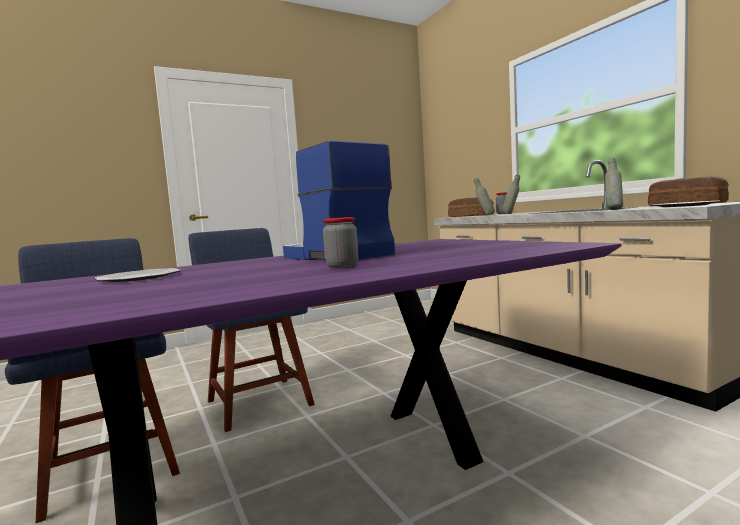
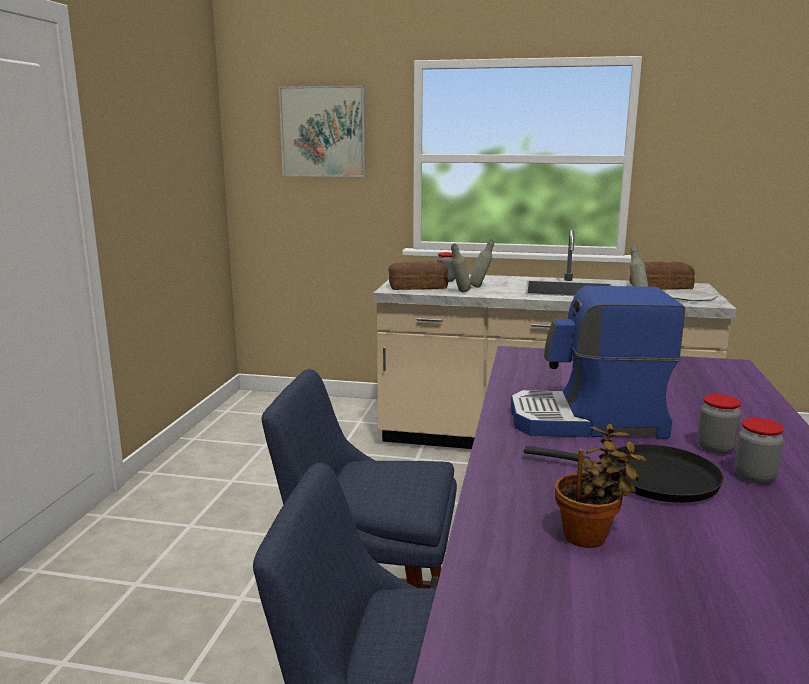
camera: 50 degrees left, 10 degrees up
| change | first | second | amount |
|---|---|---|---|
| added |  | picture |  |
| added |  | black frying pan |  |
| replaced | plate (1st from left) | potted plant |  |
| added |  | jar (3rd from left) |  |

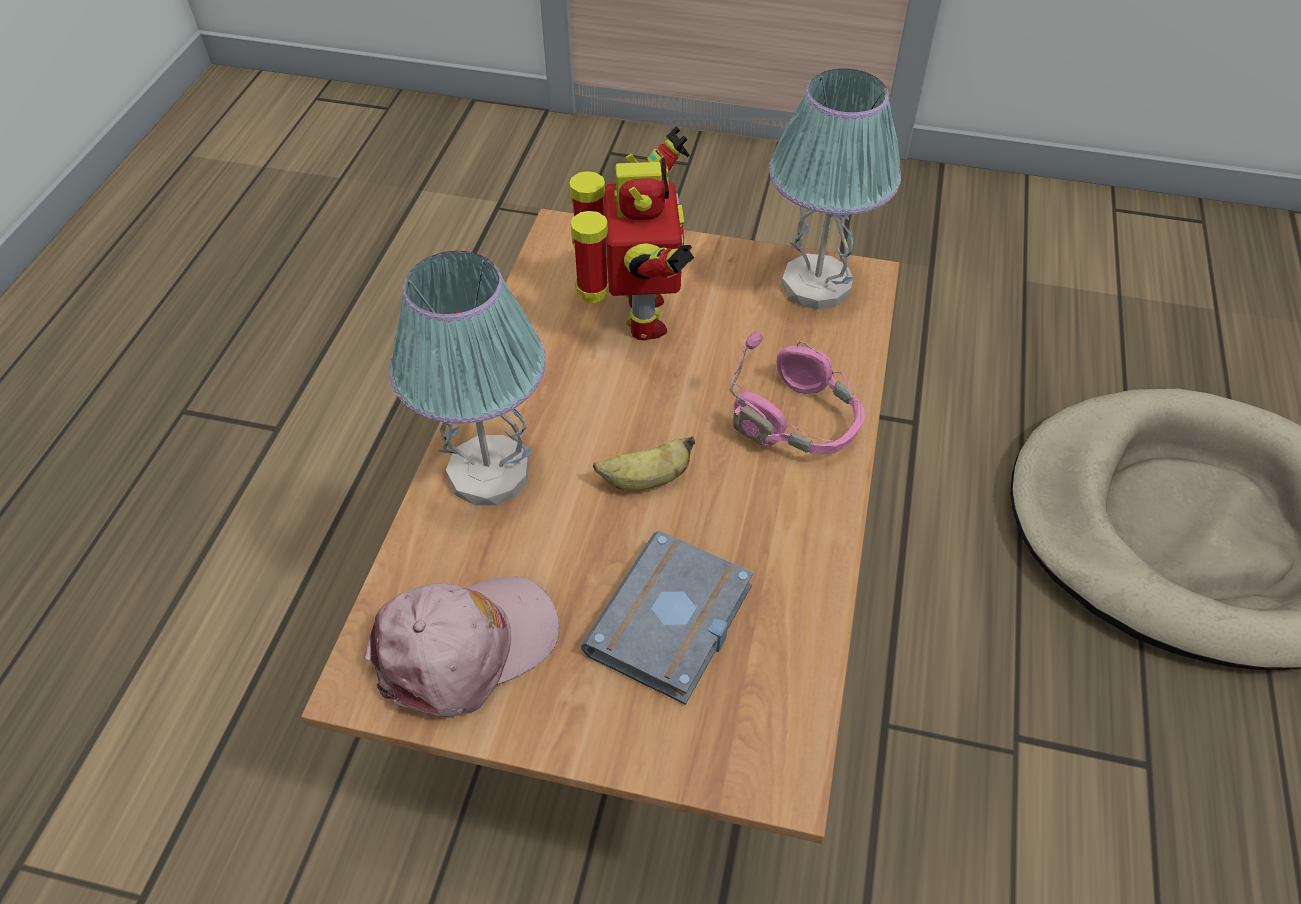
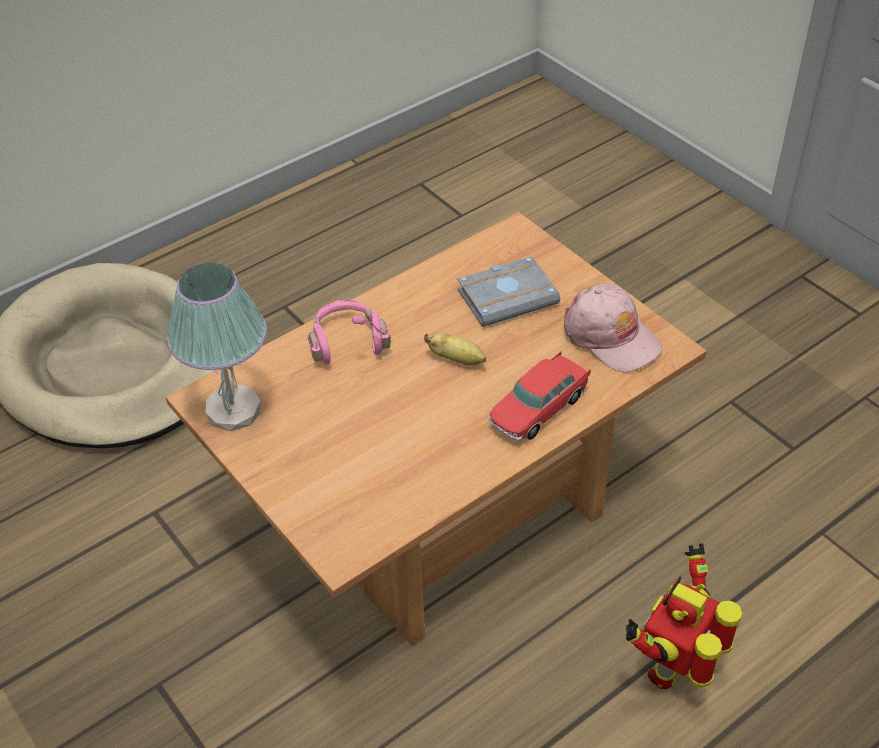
camera: 140 degrees left, 5 degrees down
| change | first | second | amount |
|---|---|---|---|
| replaced | table lamp (1st from left) | toy car |  |
| turned | pink cap |  | 135 degrees counterclockwise |
| moved | toy robot |  |  |

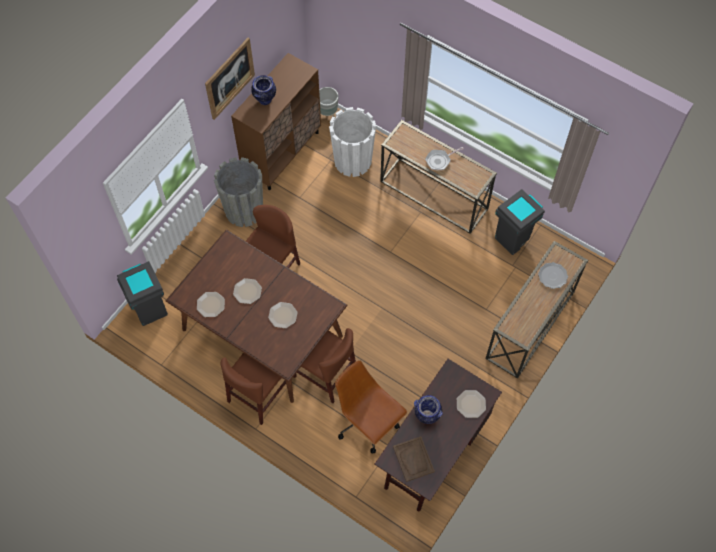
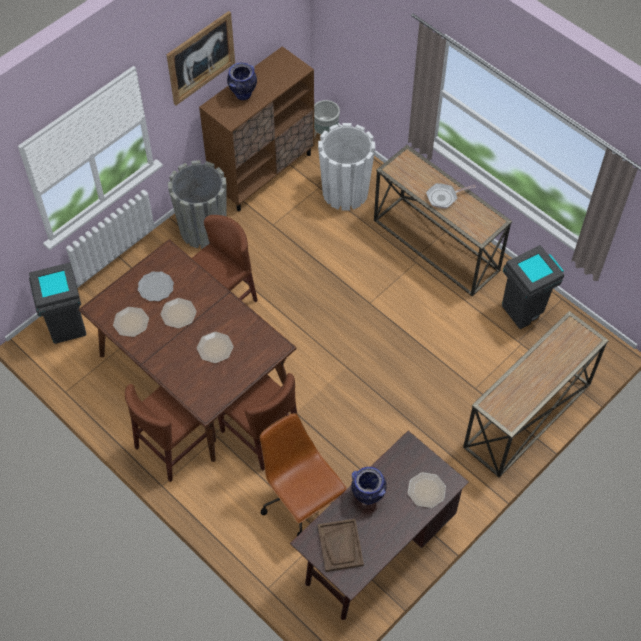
camera: 10 degrees right, 5 degrees down
| change | first | second | amount |
|---|---|---|---|
| moved | plate (5th from left in the first image) | plate (2nd from left) |  |

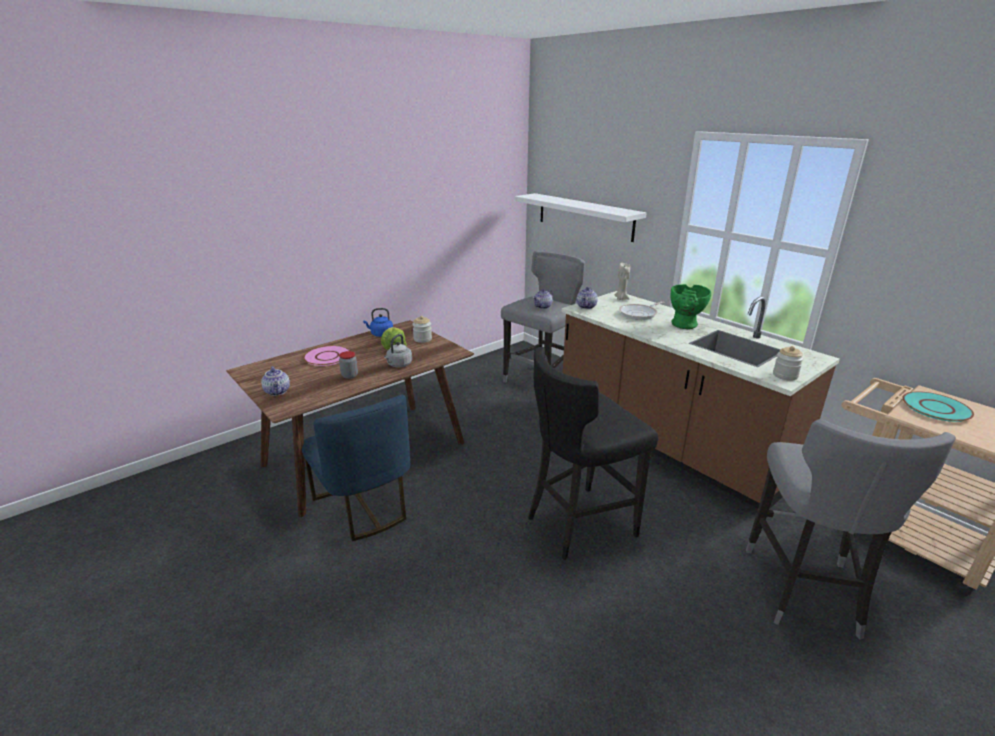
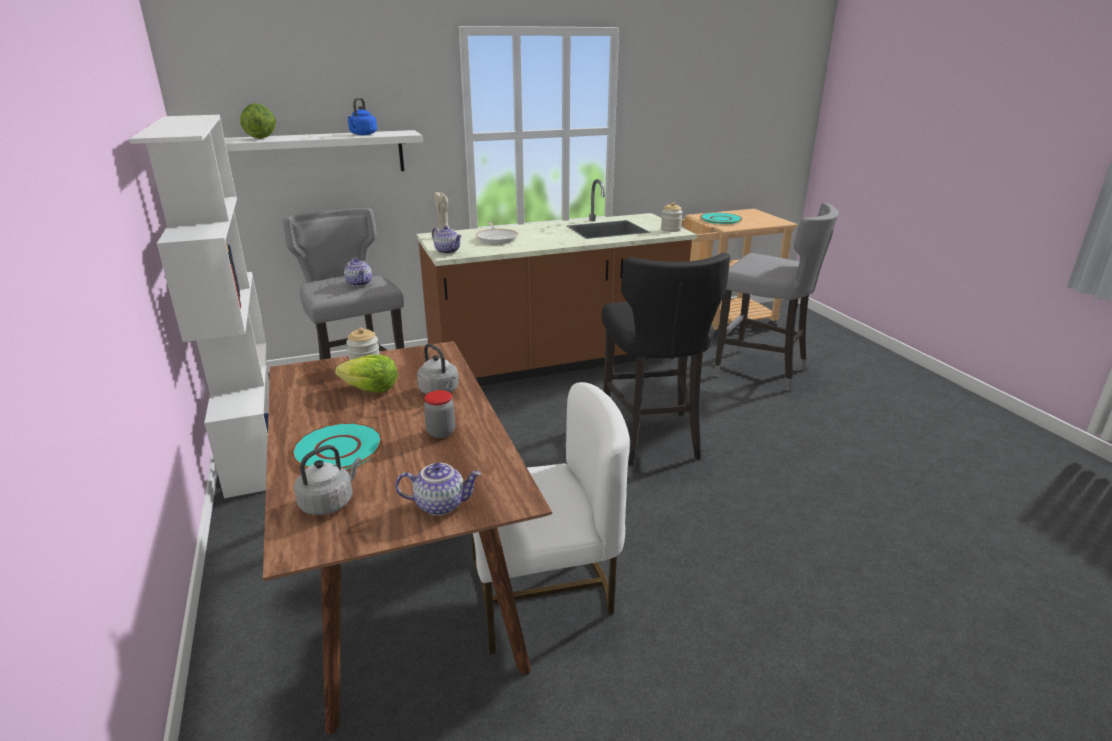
camera: 70 degrees left, 0 degrees up
| change | first | second | amount |
|---|---|---|---|
| added |  | white bookcase |  |
| added |  | lettuce (1st from left) |  |
| recoloured | pink plate | turquoise plate (1st from left) |  |
| added |  | grey kettle (1st from left) |  |
| moved | blue kettle |  |  |
| recoloured | blue chair | white chair |  |
| removed | green vase |  |  |

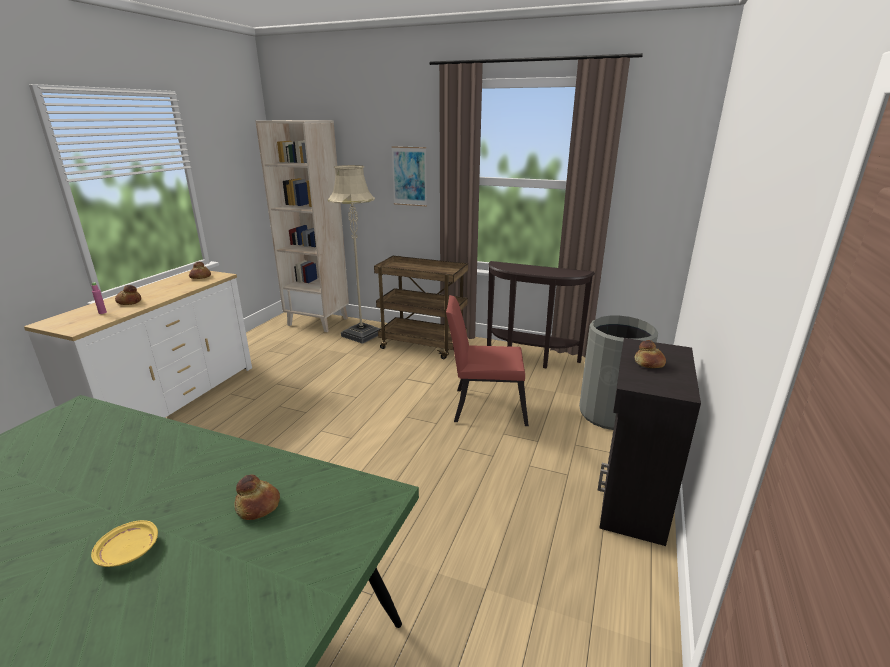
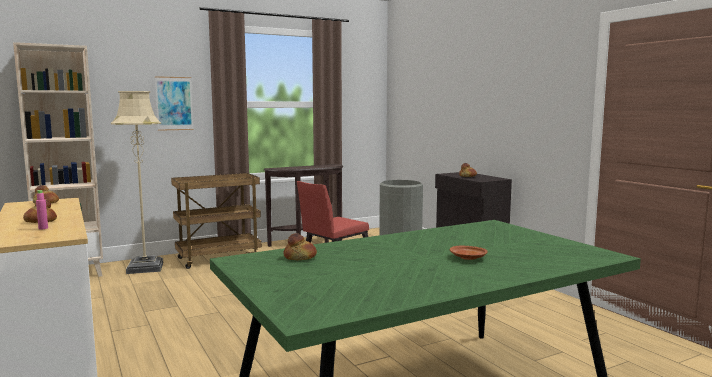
camera: 50 degrees left, 15 degrees down
| change | first | second | amount |
|---|---|---|---|
| moved | bread (3rd from left) |  |  |
| recoloured | yellow plate | brown plate |  |

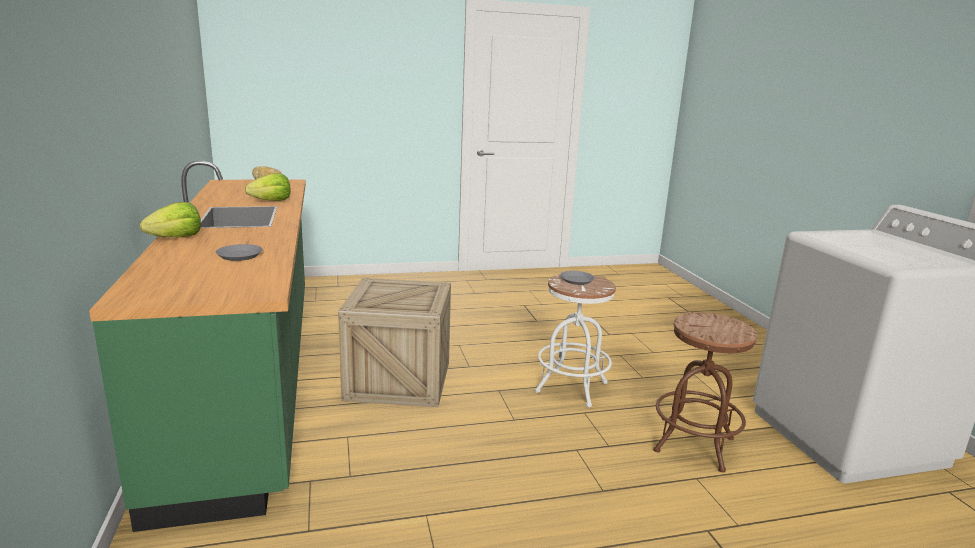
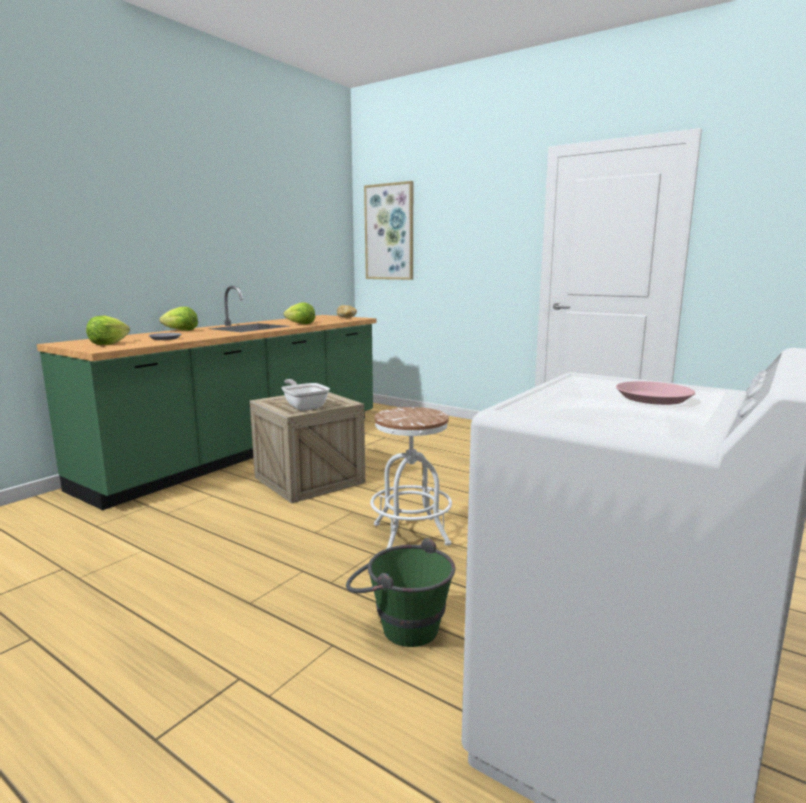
camera: 50 degrees right, 5 degrees down
| change | first | second | amount |
|---|---|---|---|
| added |  | lettuce (1st from left) |  |
| added |  | frying pan |  |
| replaced | brown stool | green bucket |  |
| added |  | picture |  |
| added |  | pink plate |  |
| removed | grey plate (2nd from left) |  |  |

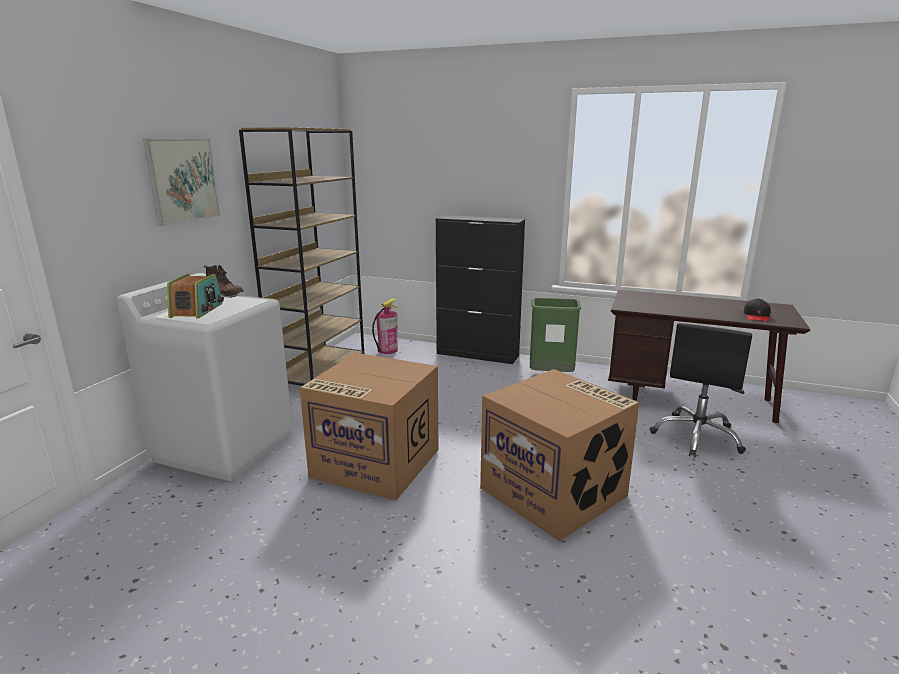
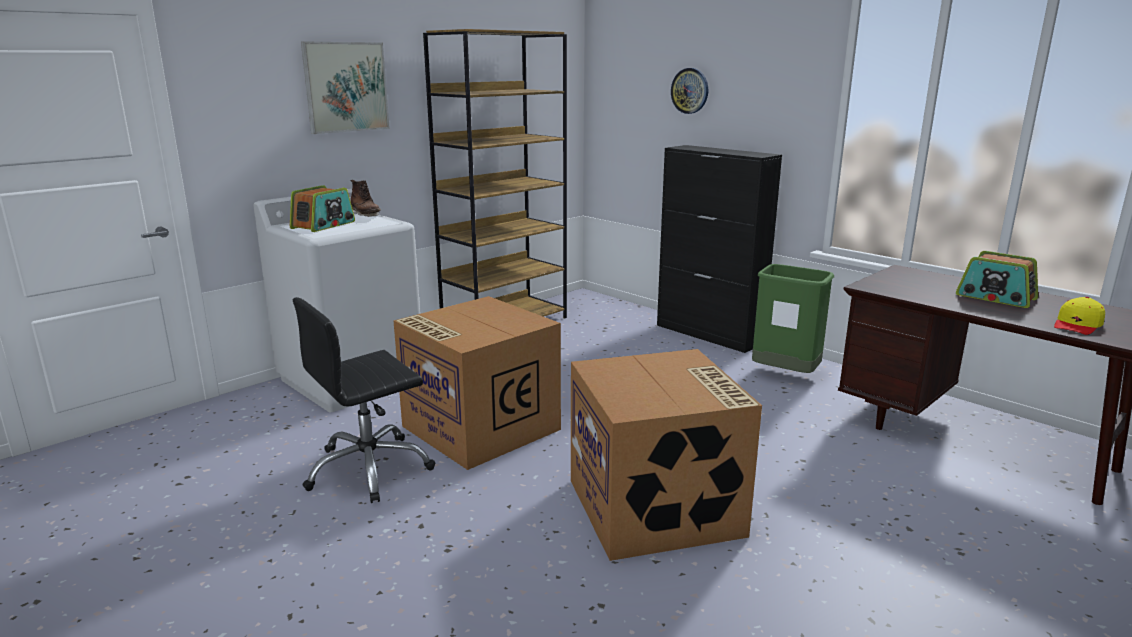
camera: 25 degrees right, 0 degrees up
| change | first | second | amount |
|---|---|---|---|
| moved | black office chair |  |  |
| added |  | wall clock |  |
| added |  | radio (2nd from left) |  |
| recoloured | black cap | yellow cap |  |
| removed | fire extinguisher |  |  |

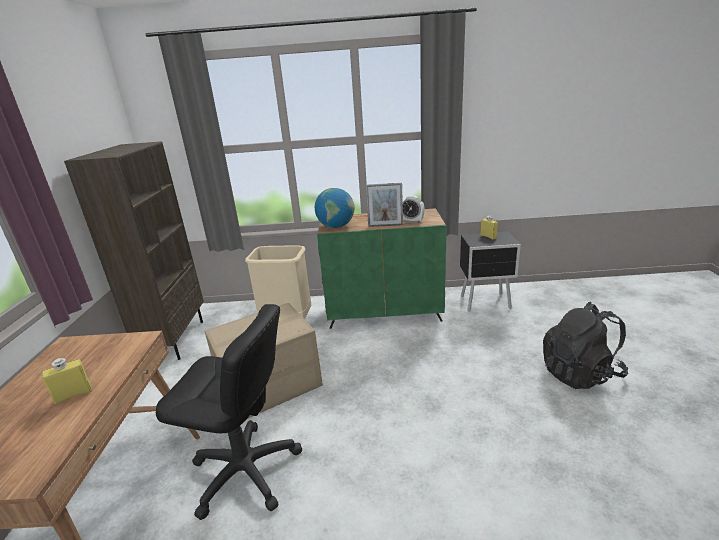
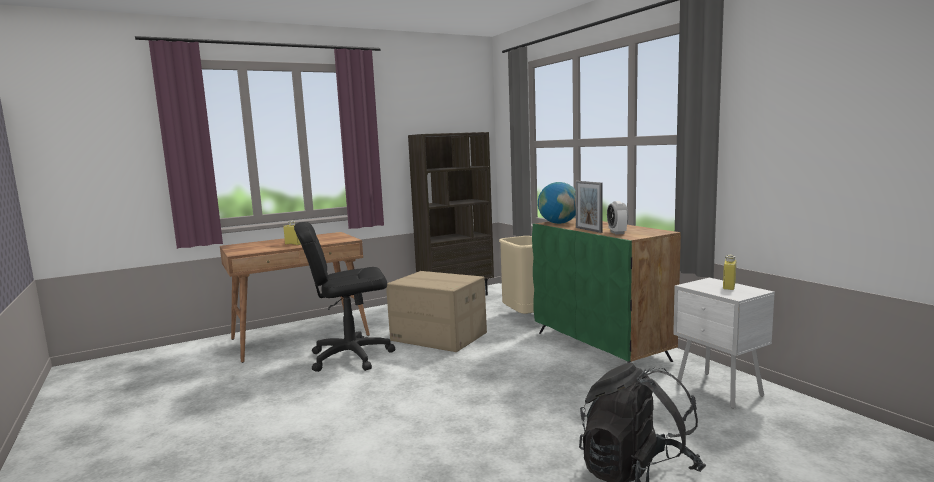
camera: 60 degrees right, 15 degrees down
| change | first | second | amount |
|---|---|---|---|
| turned | black office chair |  | 90 degrees clockwise |
| recoloured | black nightstand | white nightstand |  |

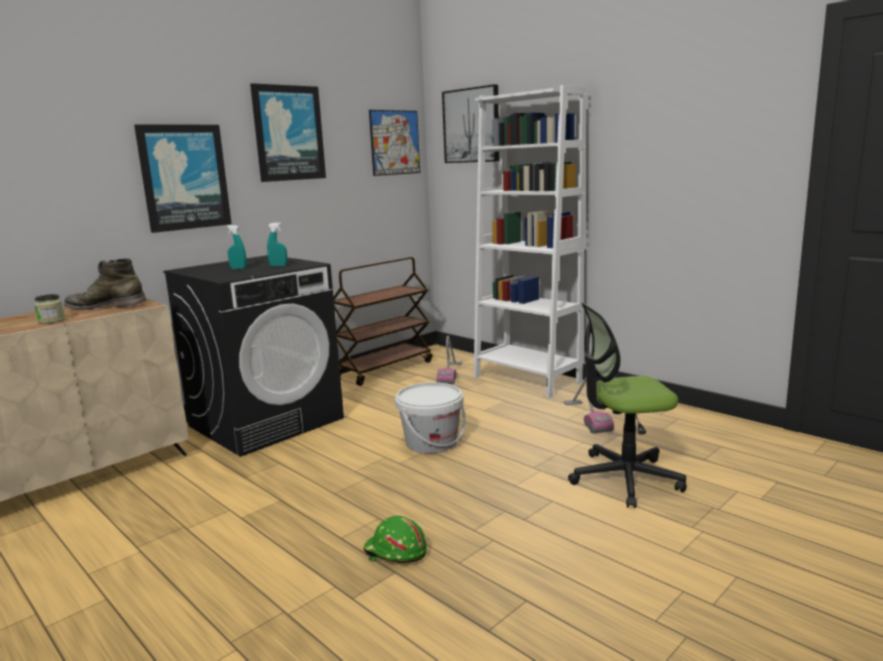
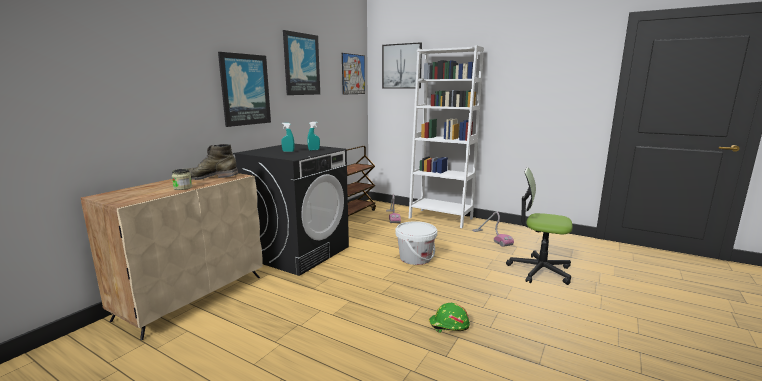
camera: 15 degrees left, 0 degrees up
| change | first | second | amount |
|---|---|---|---|
| turned | office chair |  | 45 degrees clockwise |

